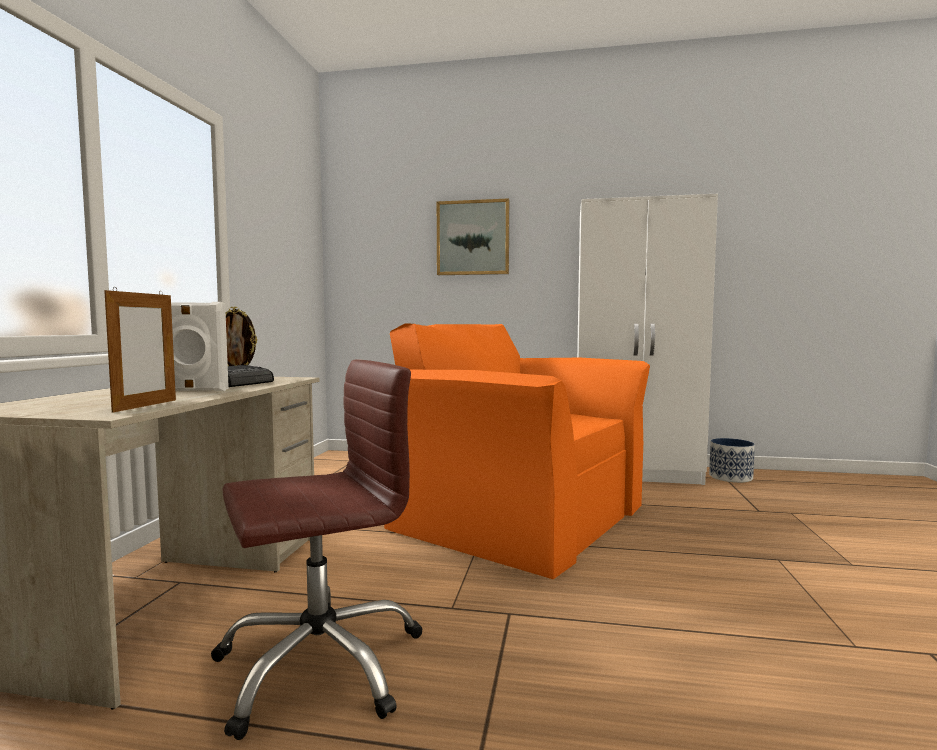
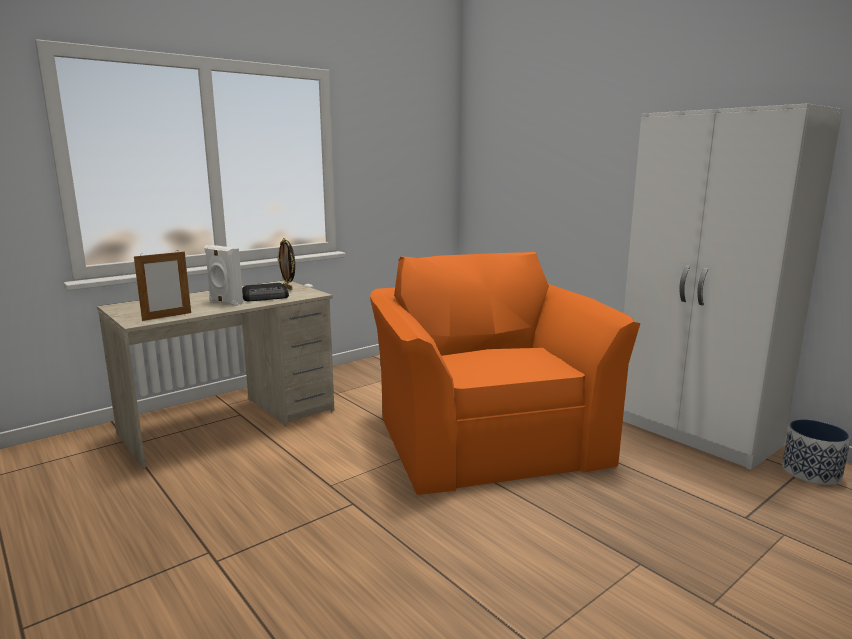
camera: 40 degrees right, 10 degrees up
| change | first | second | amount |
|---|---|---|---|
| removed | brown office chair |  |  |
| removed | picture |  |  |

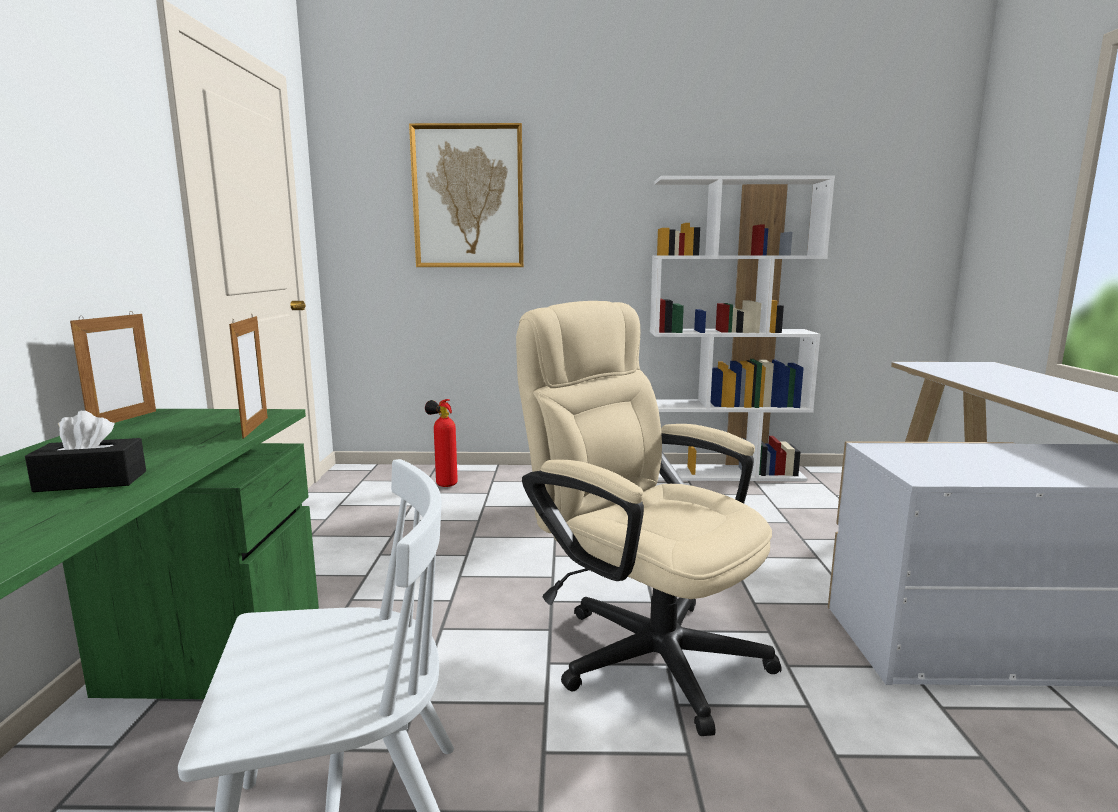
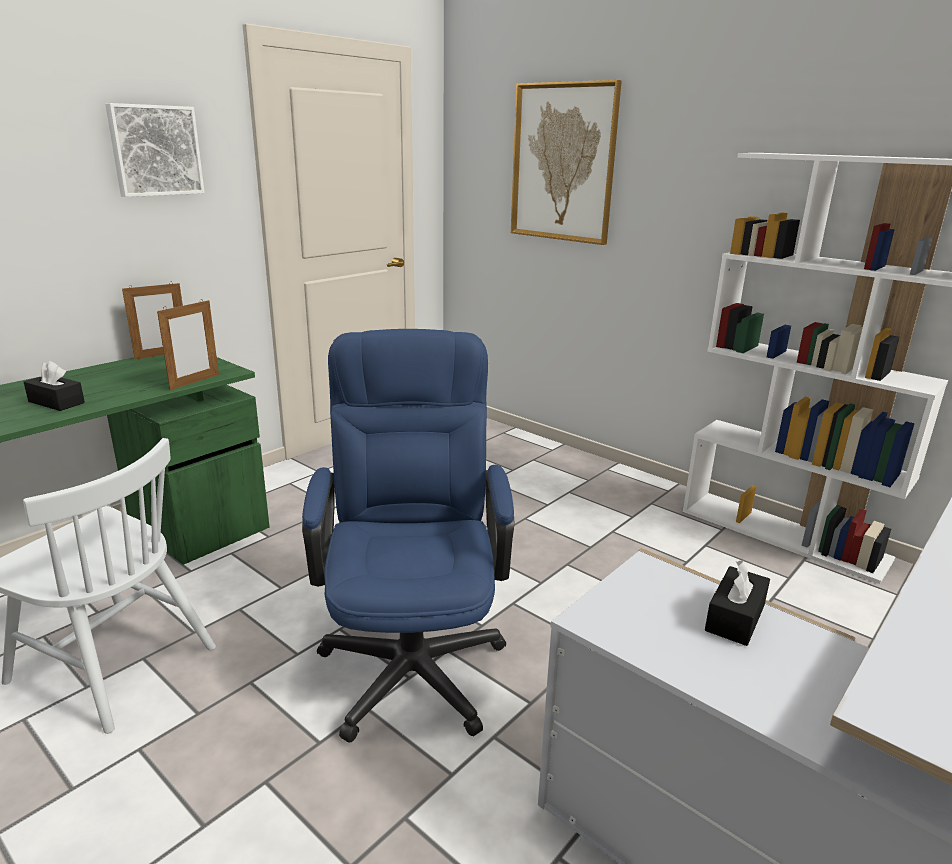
camera: 40 degrees right, 10 degrees up
| change | first | second | amount |
|---|---|---|---|
| added |  | picture (1st from left) |  |
| recoloured | beige office chair | blue office chair |  |
| added |  | black tissue box (2nd from left) |  |
| removed | fire extinguisher |  |  |

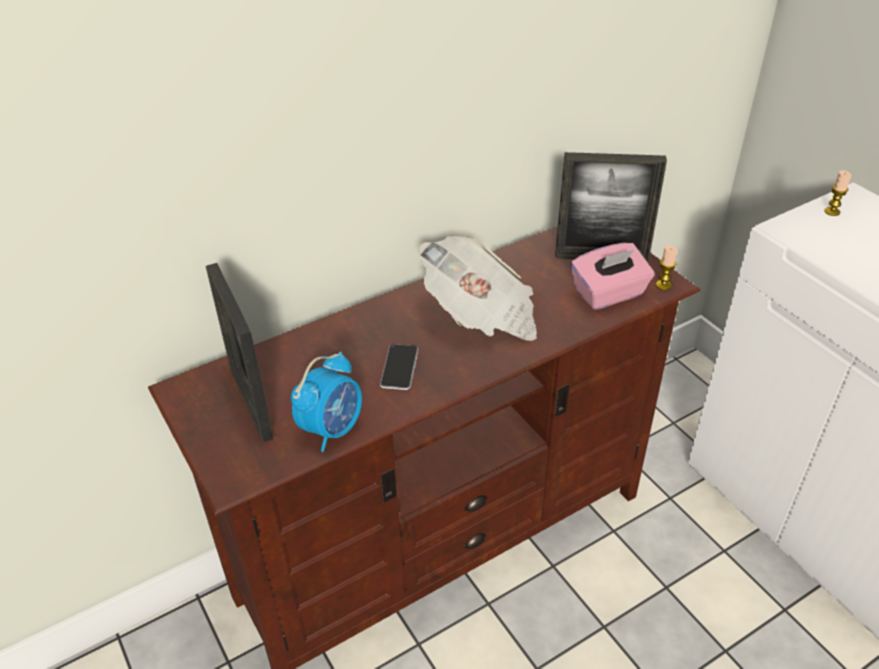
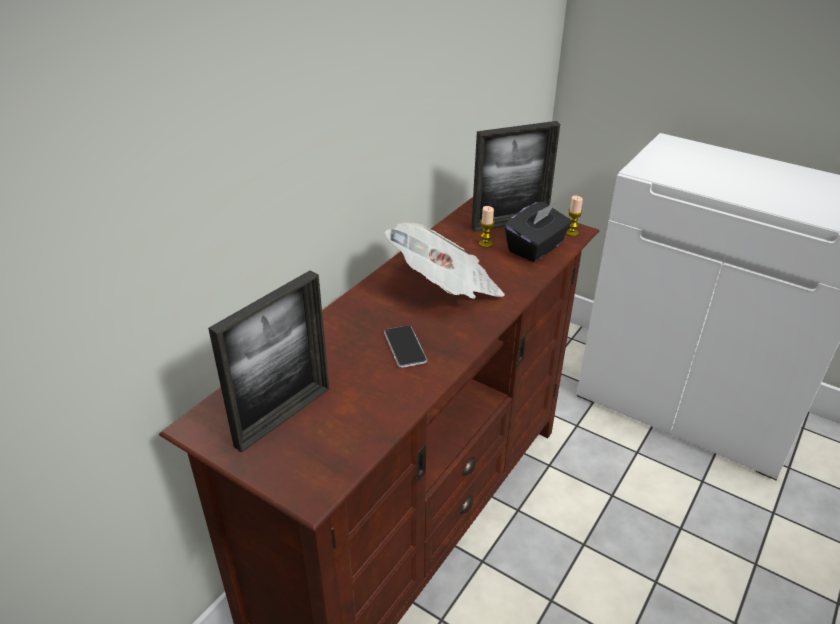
camera: 25 degrees left, 5 degrees down
| change | first | second | amount |
|---|---|---|---|
| turned | picture frame (1st from left) |  | 90 degrees counterclockwise |
| moved | candle (2nd from left in the first image) | candle (1st from left) |  |
| recoloured | pink tissue box | black tissue box |  |
| removed | alarm clock |  |  |

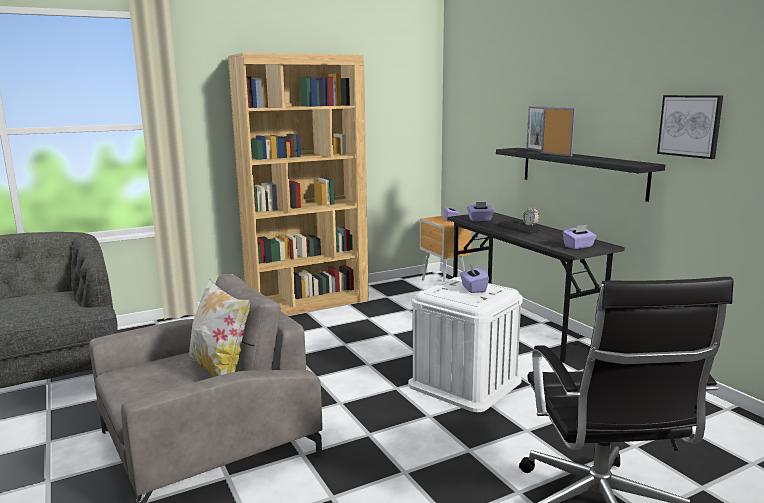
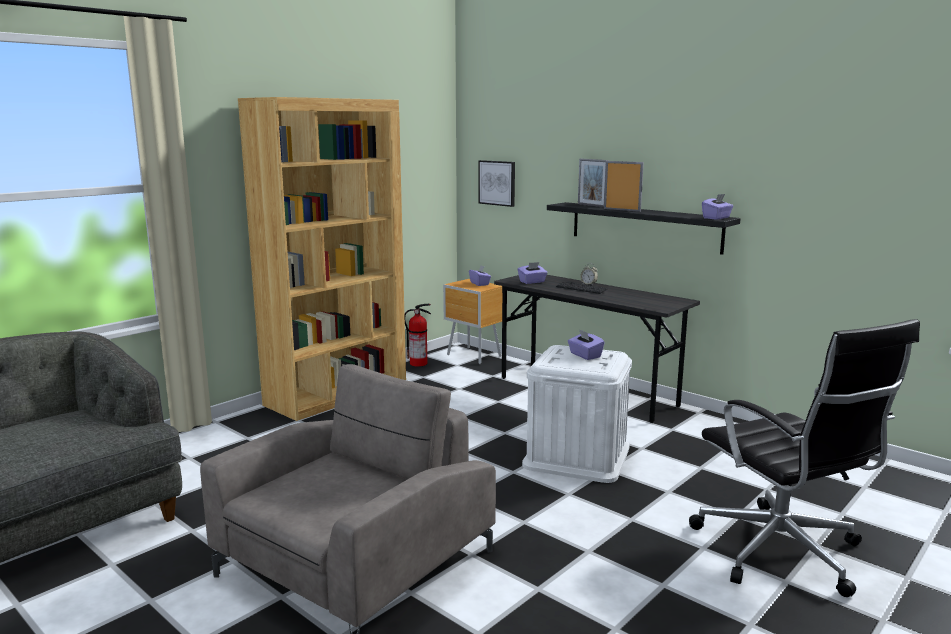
camera: 20 degrees left, 0 degrees up
| change | first | second | amount |
|---|---|---|---|
| added |  | fire extinguisher |  |
| moved | picture |  |  |
| moved | purple tissue box (4th from left) |  |  |
| removed | pillow |  |  |

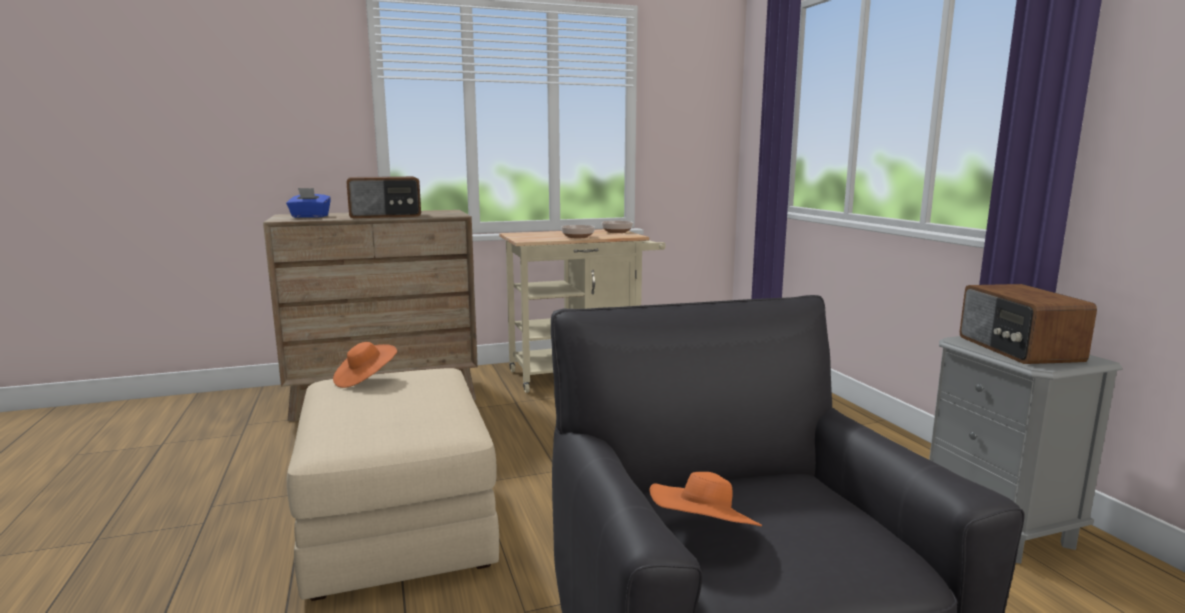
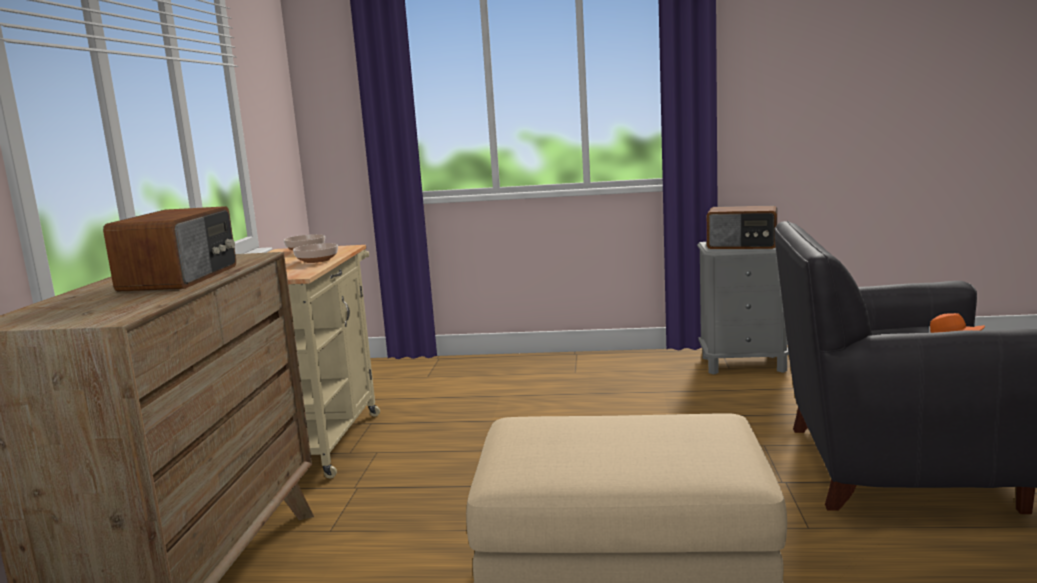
camera: 65 degrees left, 0 degrees up
| change | first | second | amount |
|---|---|---|---|
| removed | blue tissue box |  |  |
| removed | orange hat (1st from left) |  |  |

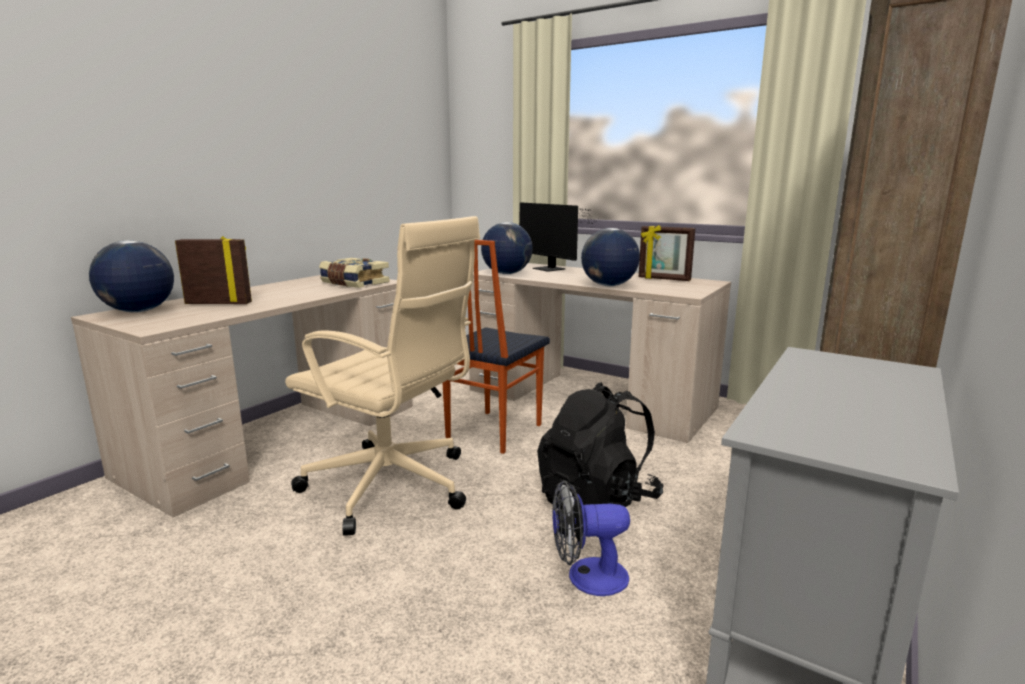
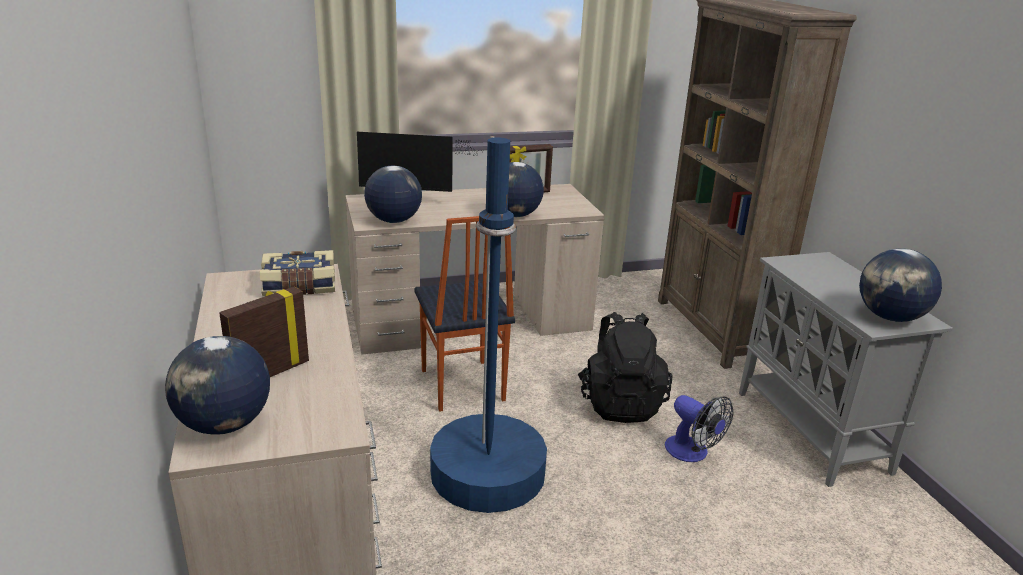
camera: 50 degrees left, 10 degrees up
| change | first | second | amount |
|---|---|---|---|
| replaced | beige office chair | blue floor lamp |  |
| turned | fan |  | 75 degrees counterclockwise |
| added |  | globe (4th from left) |  |

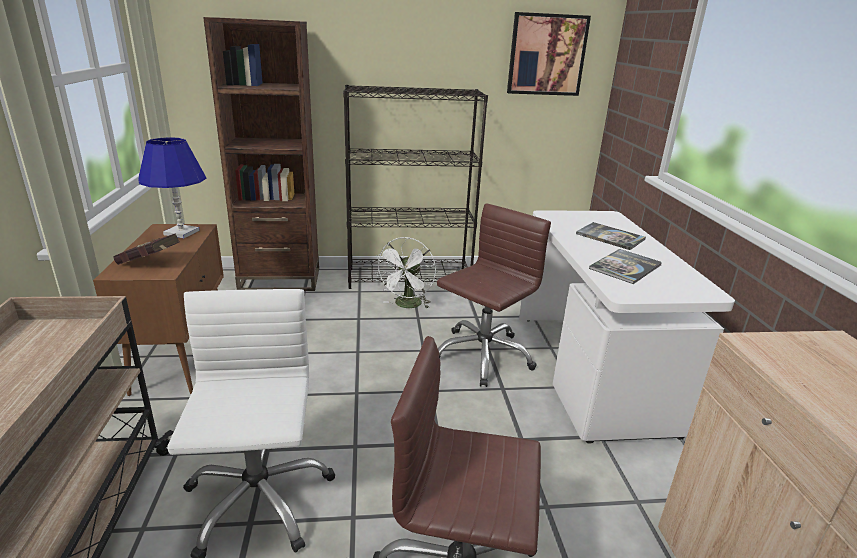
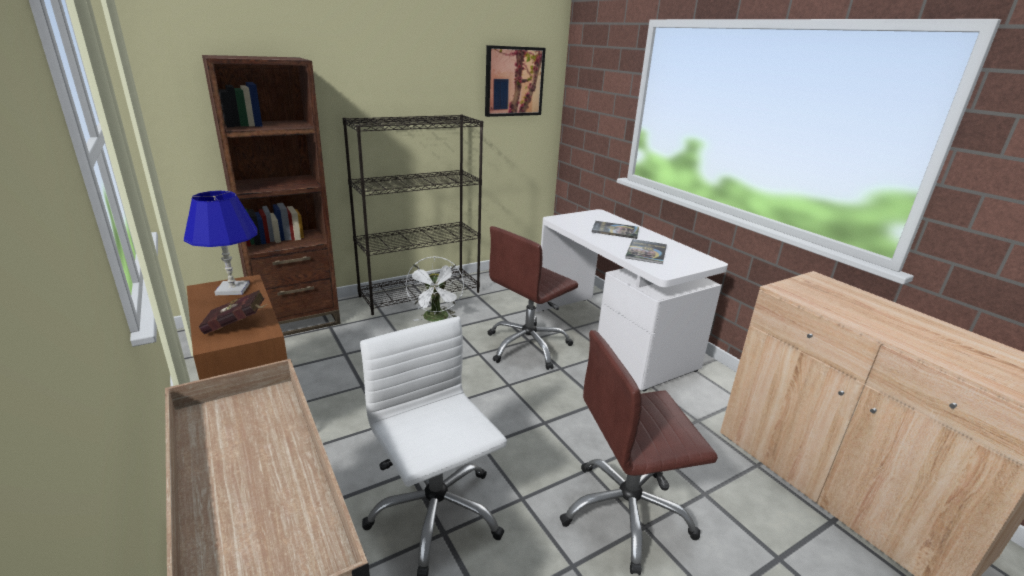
camera: 25 degrees left, 0 degrees up
| change | first | second | amount |
|---|---|---|---|
| turned | brown office chair (2nd from left in the first image) | brown office chair (1st from left) | 150 degrees counterclockwise |

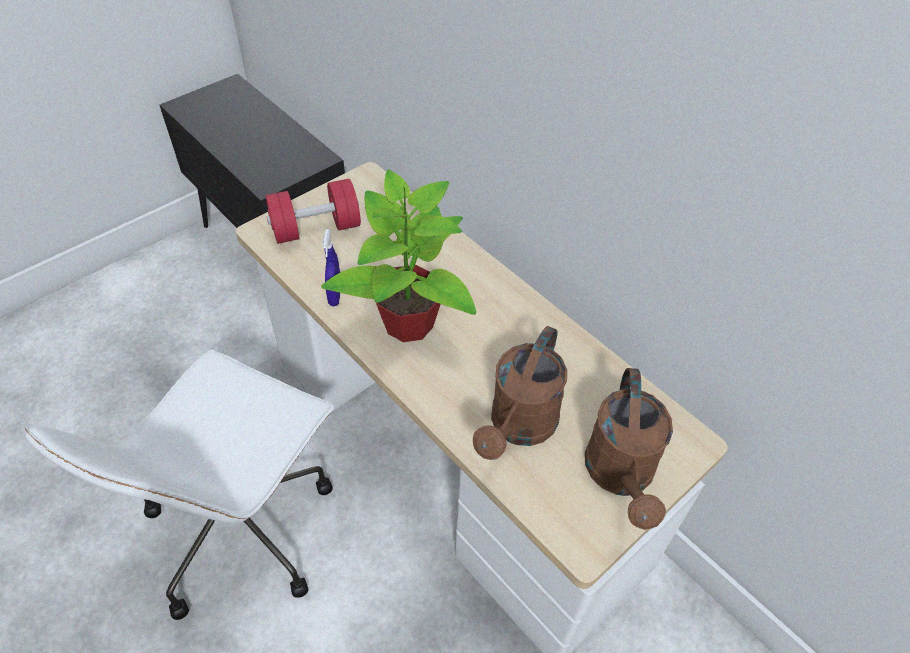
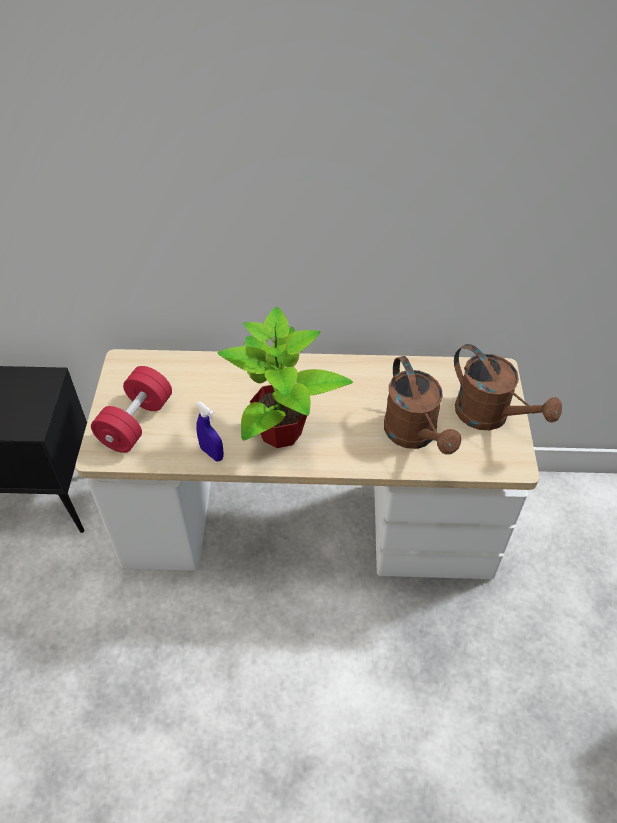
camera: 45 degrees left, 0 degrees up
| change | first | second | amount |
|---|---|---|---|
| removed | white office chair |  |  |

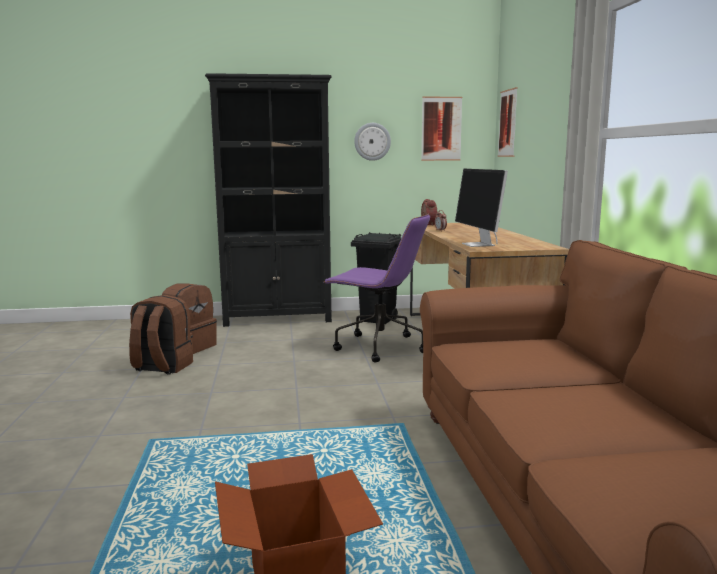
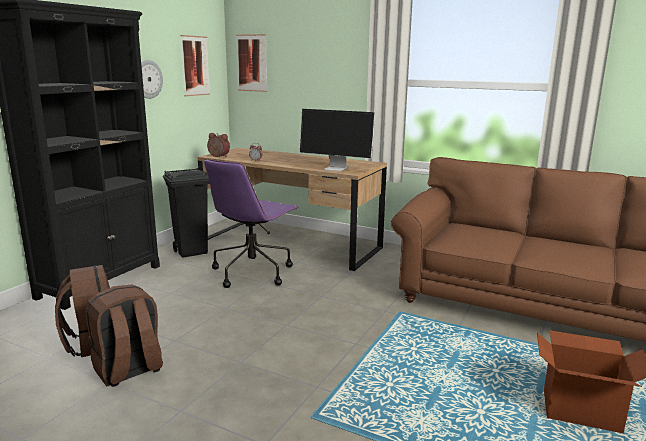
camera: 55 degrees left, 5 degrees up
| change | first | second | amount |
|---|---|---|---|
| turned | purple office chair |  | 150 degrees clockwise |

